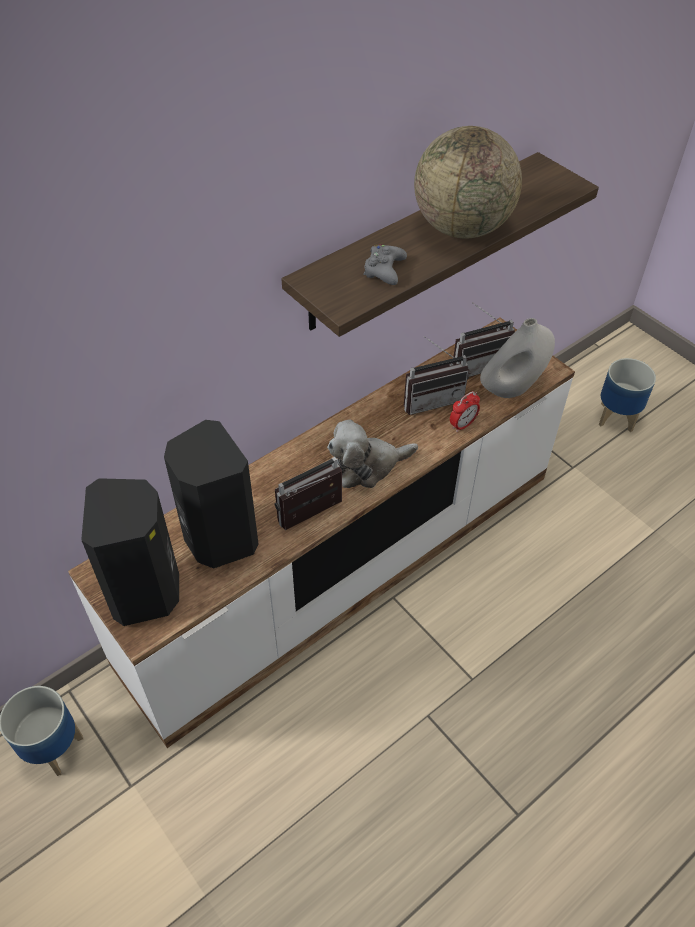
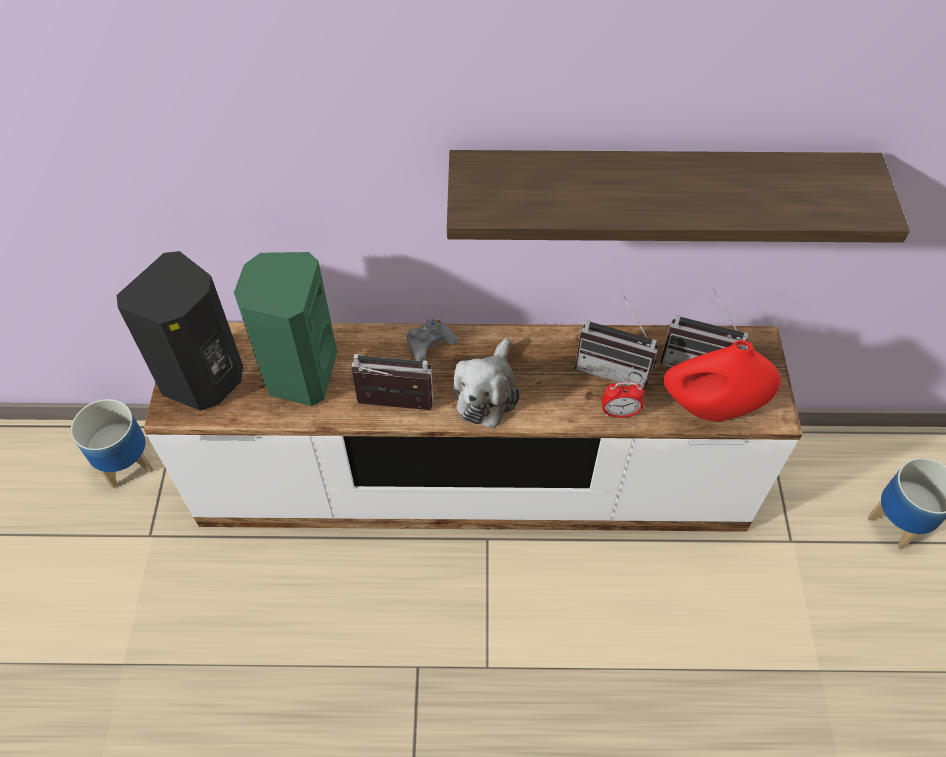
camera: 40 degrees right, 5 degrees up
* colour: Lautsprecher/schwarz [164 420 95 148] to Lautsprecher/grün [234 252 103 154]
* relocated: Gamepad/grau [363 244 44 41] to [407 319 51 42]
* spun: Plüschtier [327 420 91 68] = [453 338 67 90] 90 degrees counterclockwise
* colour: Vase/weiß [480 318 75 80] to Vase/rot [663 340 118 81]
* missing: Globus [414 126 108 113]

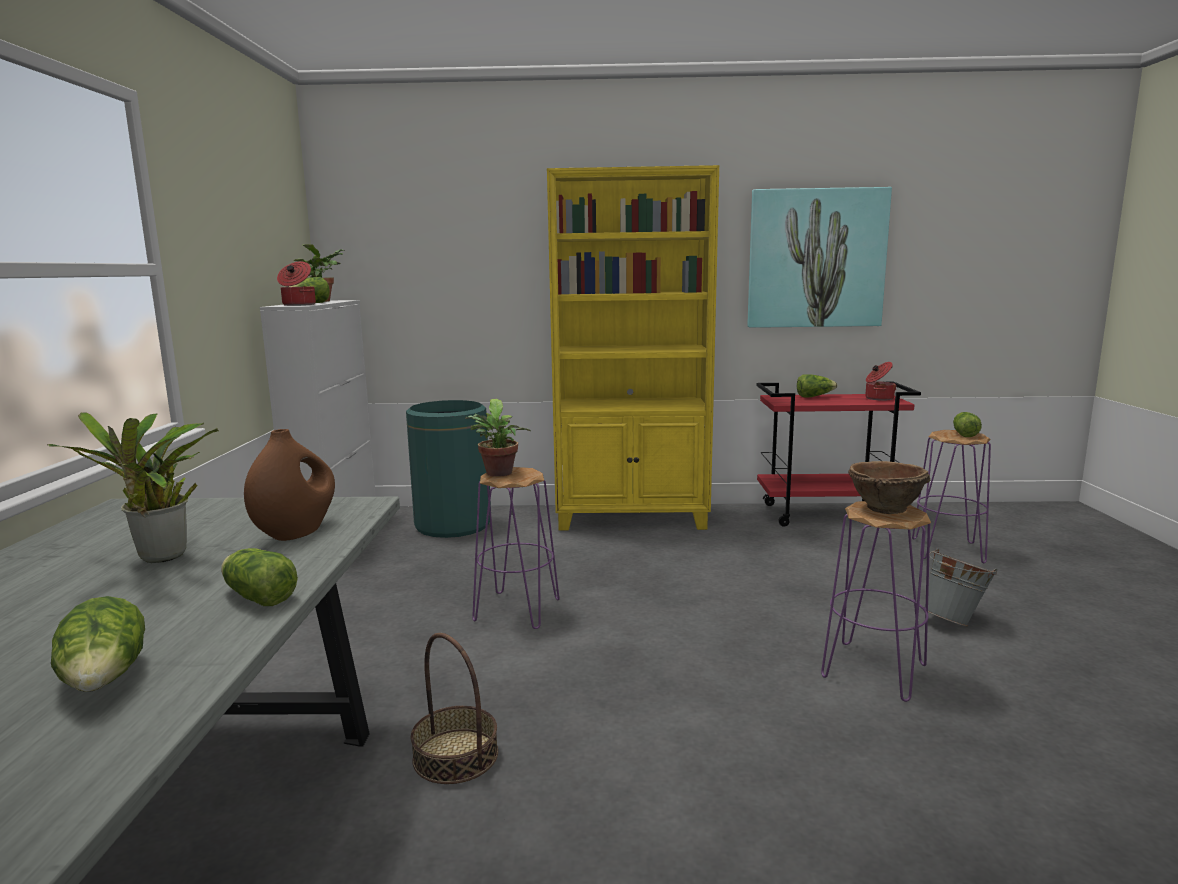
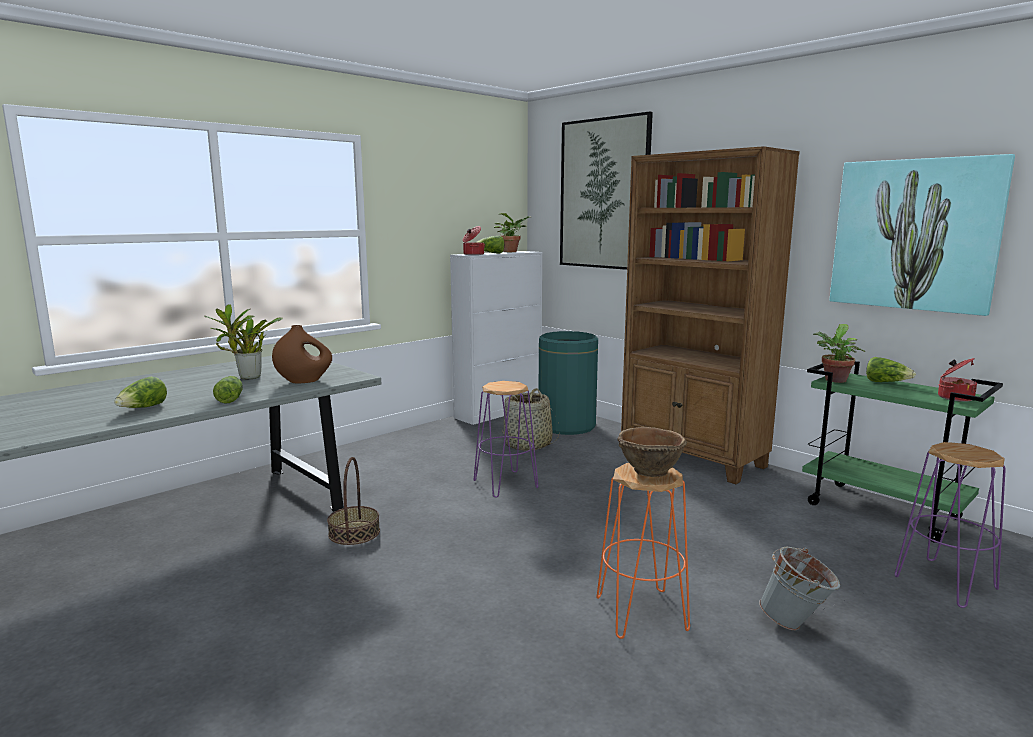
camera: 45 degrees right, 0 degrees up
* appeared: Korb [502 388 58 63]
* appeared: Bild [560 111 93 159]
* colour: Hocker/lila [821 501 110 201] to Hocker/orange [596 463 94 176]
* colour: Bücherregal/gelb [547 165 172 366] to Bücherregal/braun [621 146 179 338]
* colour: Rollwagen/rot [756 381 165 146] to Rollwagen/grün [802 361 201 182]
* relocated: Topfpflanze [465 399 66 78] to [813 324 52 59]
* missing: Salatkopf [953 412 29 25]

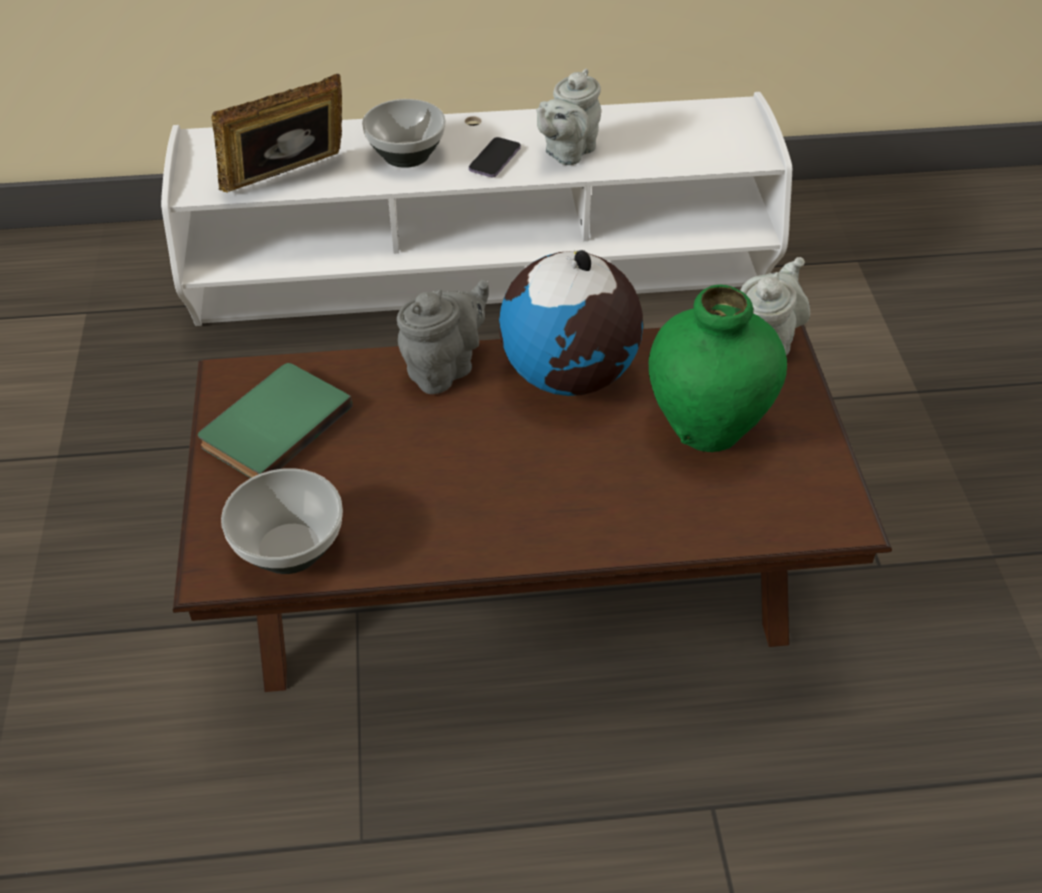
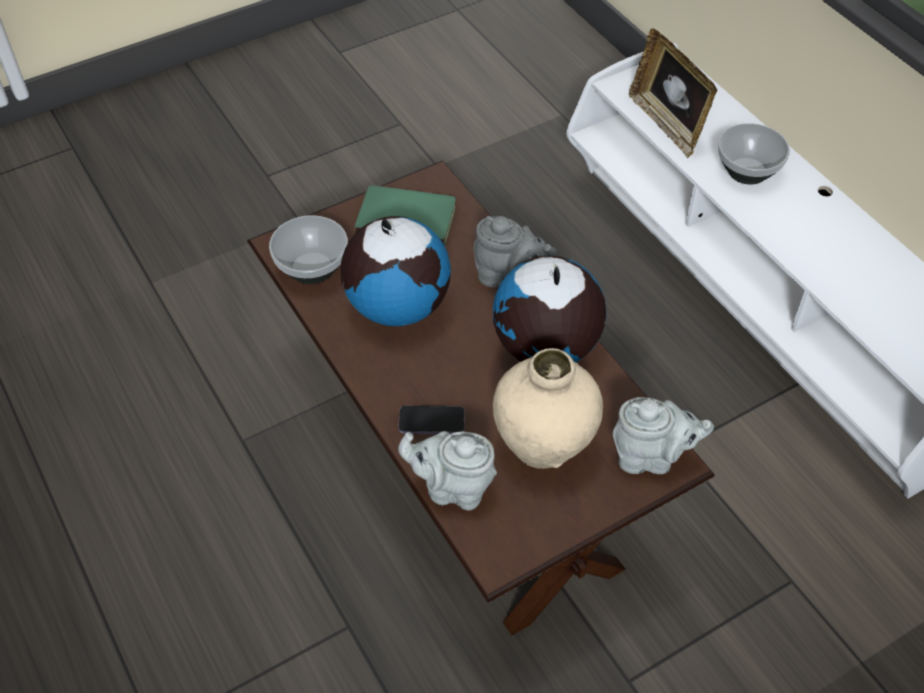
camera: 65 degrees right, 5 degrees up
* appeared: Globus [341 216 110 110]
* relocated: Handy [469 137 52 40] to [398 406 67 28]
* relocated: Teekanne/grau [536 69 65 96] to [398 431 99 79]
* colour: Vase/grün [649 285 138 167] to Vase/beige [493 348 110 121]
* spun: Bilderrahmen [212 74 130 118] = [629 28 88 130] 150 degrees counterclockwise

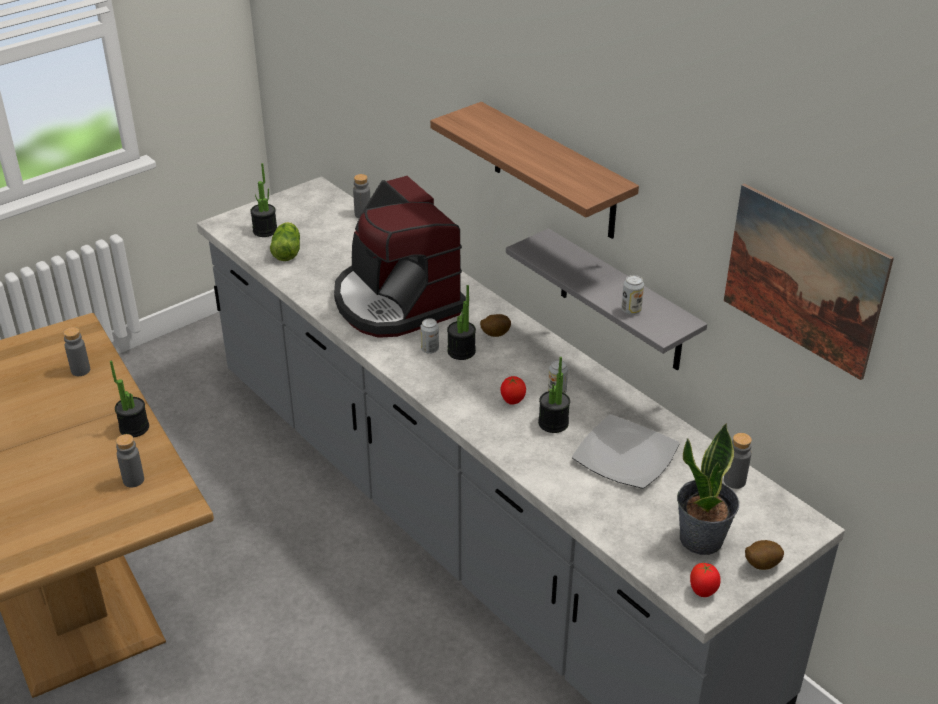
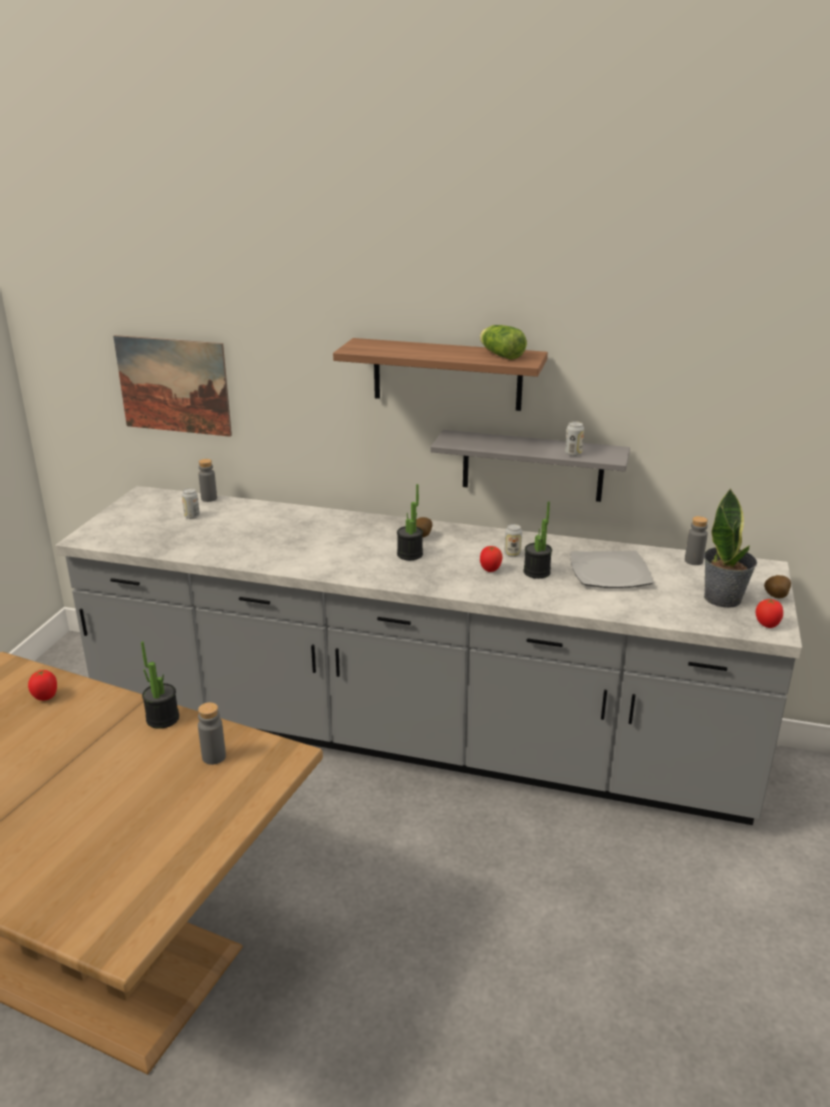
camera: 35 degrees left, 10 degrees down
* exchanged: Flasche/grau [63 327 27 49] to Tomate [28 670 29 31]
* relocated: Bild [724 184 170 196] to [113 335 119 102]
* relocated: Dose [420 318 19 36] to [182 488 18 31]
* relocated: Salatkopf [270 222 30 39] to [480 325 47 35]
* missing: Topfpflanze [250 163 27 74]
* missing: Kaffeemaschine [334 176 132 162]

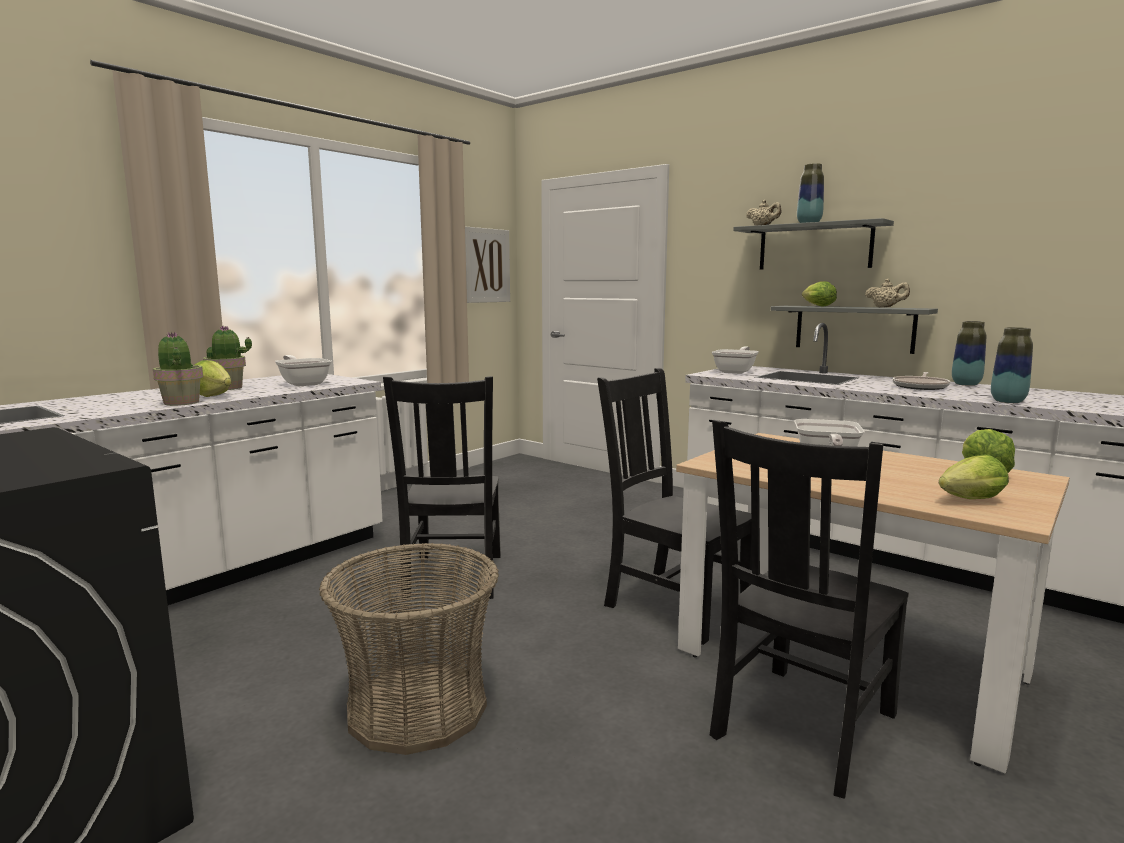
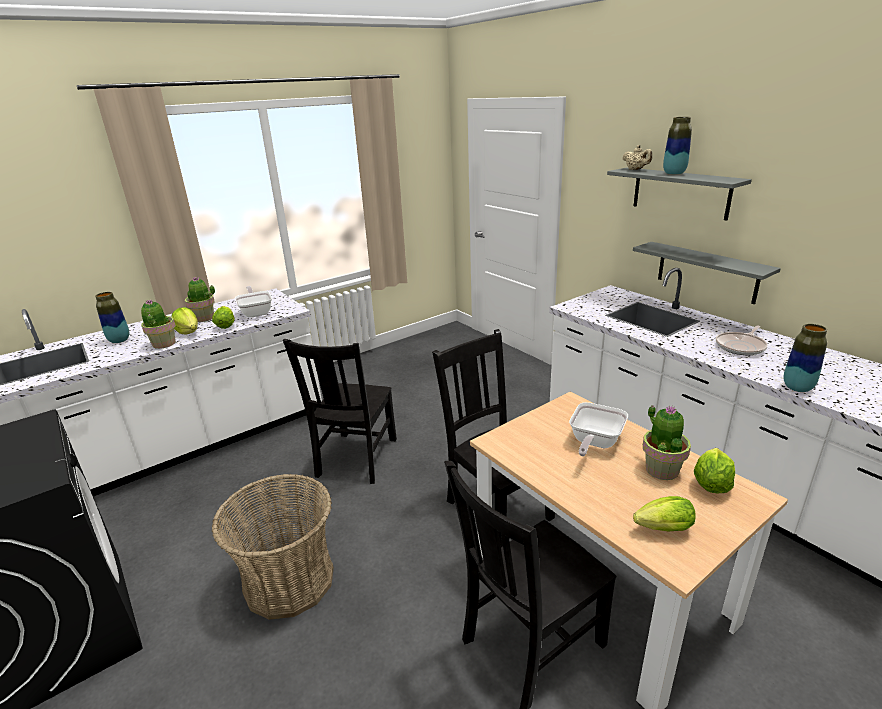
camera: 15 degrees right, 15 degrees up
* relocated: Vase [952 321 34 65] to [95 292 34 51]
* relocated: Salatkopf [802 281 35 26] to [212 306 23 23]
* appeared: Topfpflanze [643 405 48 75]
* missing: Bild [465 227 45 76]
* missing: Pfanne [712 346 47 28]
* missing: Teekanne/beige [865 279 45 28]

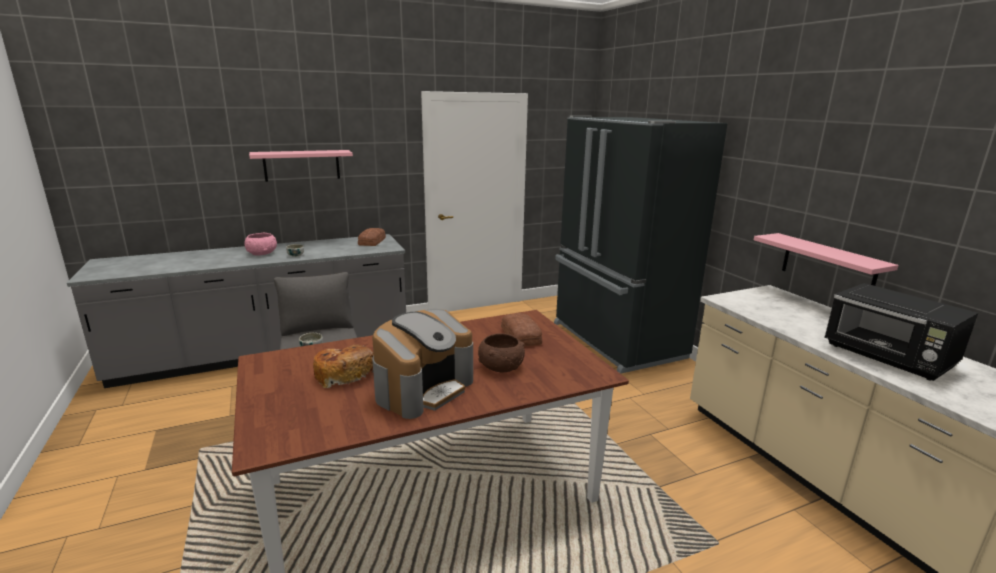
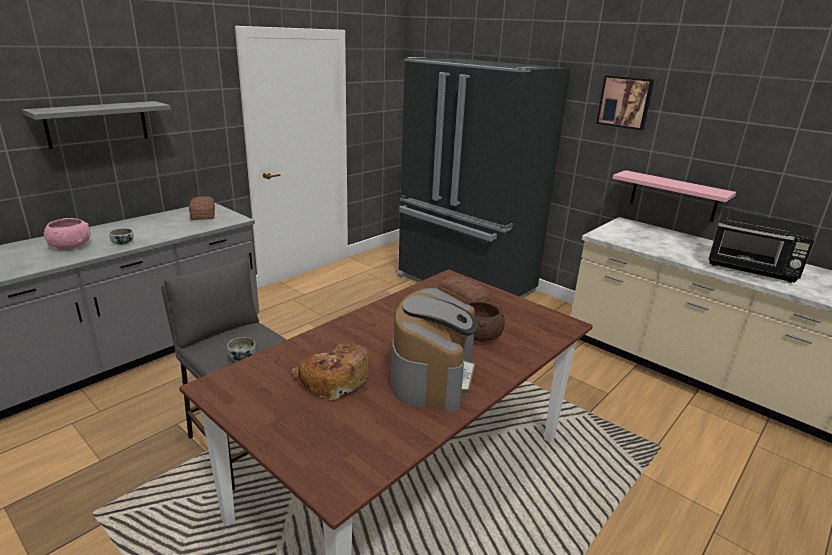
camera: 25 degrees left, 5 degrees up
* colour: Wandregal/rosa [249 150 104 32] to Wandregal/grau [22 101 149 48]
* appeared: Bild [596 75 58 55]

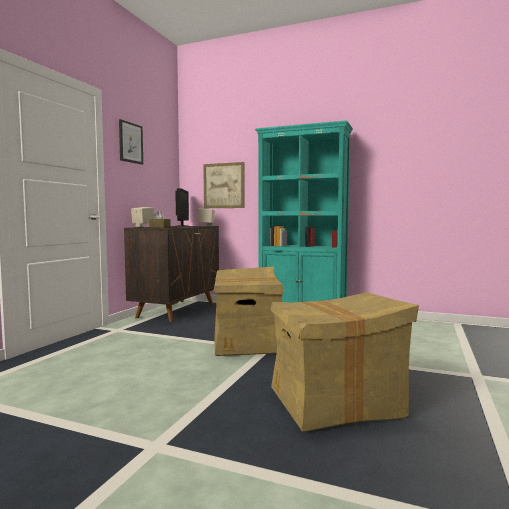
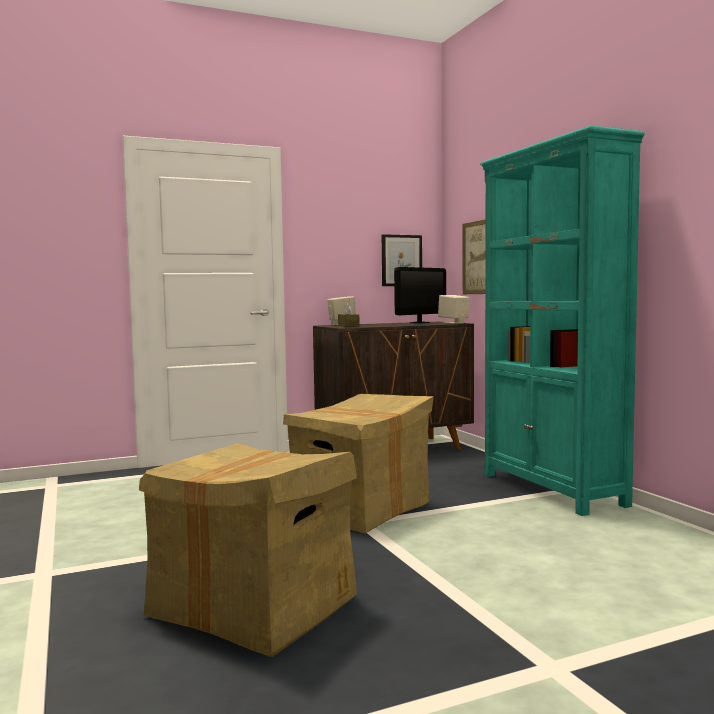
camera: 45 degrees right, 0 degrees up
* relocated: Bild [119 119 24 46] to [382 234 40 52]

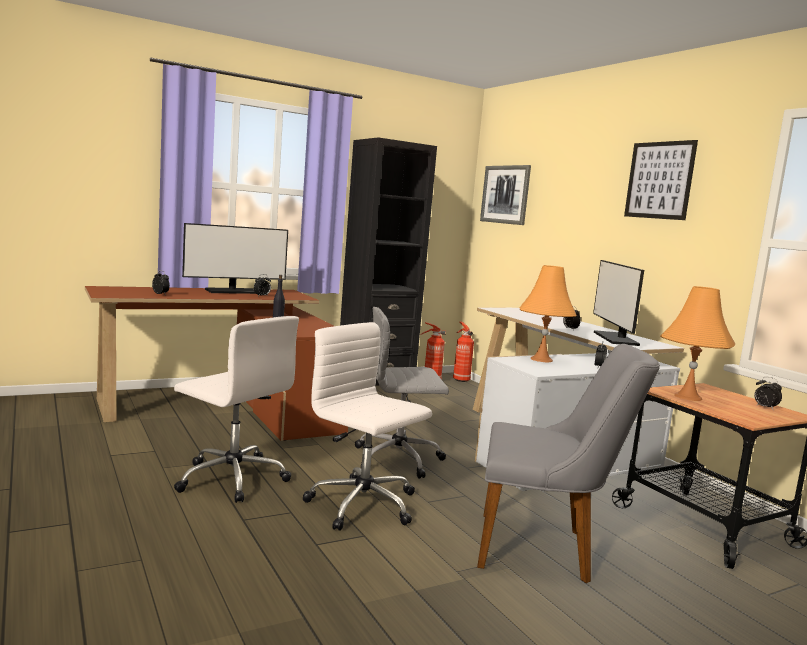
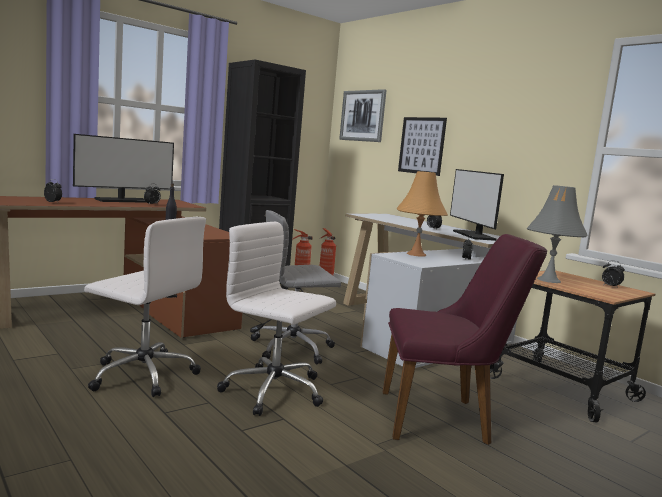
camera: 10 degrees left, 0 degrees up
* colour: Stuhl/grau [477 344 183 239] to Stuhl/lila [383 234 164 211]
* relocated: Bild [624 140 74 80] to [398 117 49 59]
* colour: Tischlampe/orange [660 286 75 115] to Tischlampe/grau [527 185 61 98]

